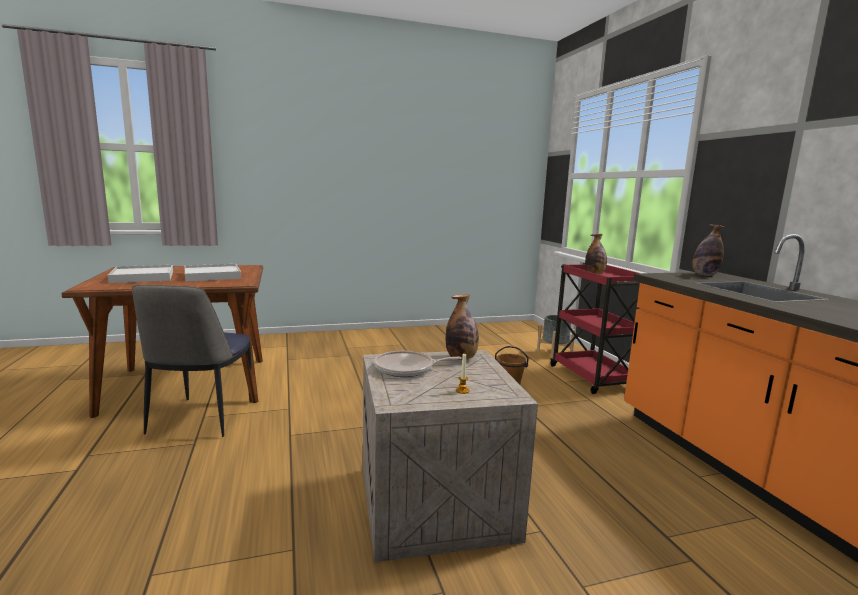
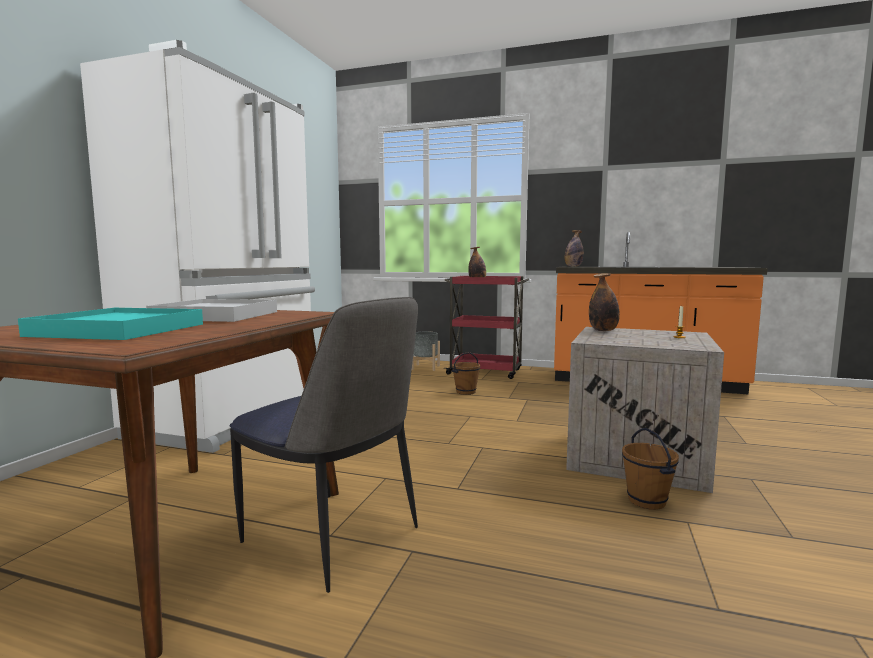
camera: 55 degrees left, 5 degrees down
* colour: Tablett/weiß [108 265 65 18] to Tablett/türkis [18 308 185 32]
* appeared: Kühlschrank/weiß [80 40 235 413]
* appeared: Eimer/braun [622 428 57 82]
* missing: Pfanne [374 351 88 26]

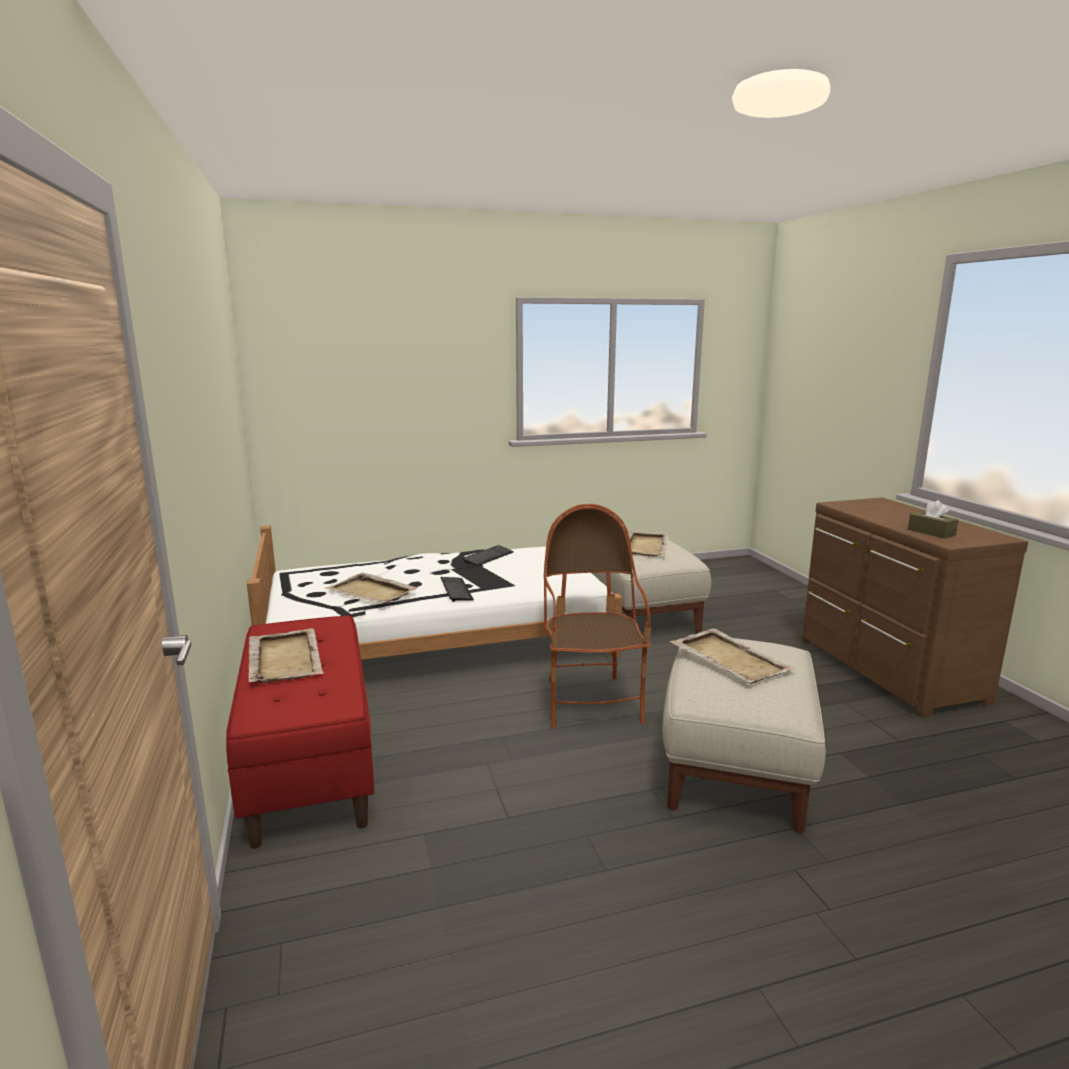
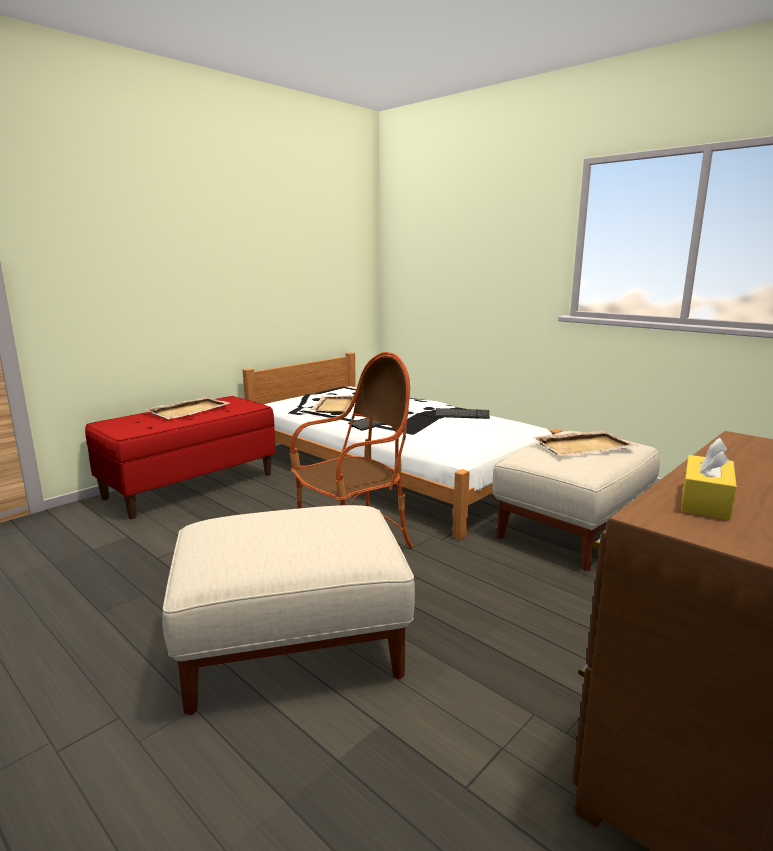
camera: 60 degrees right, 0 degrees up
* colour: Taschentuchbox/braun [908 500 51 39] to Taschentuchbox/gelb [681 438 56 82]
* missing: Tablett/beige [670 628 126 56]

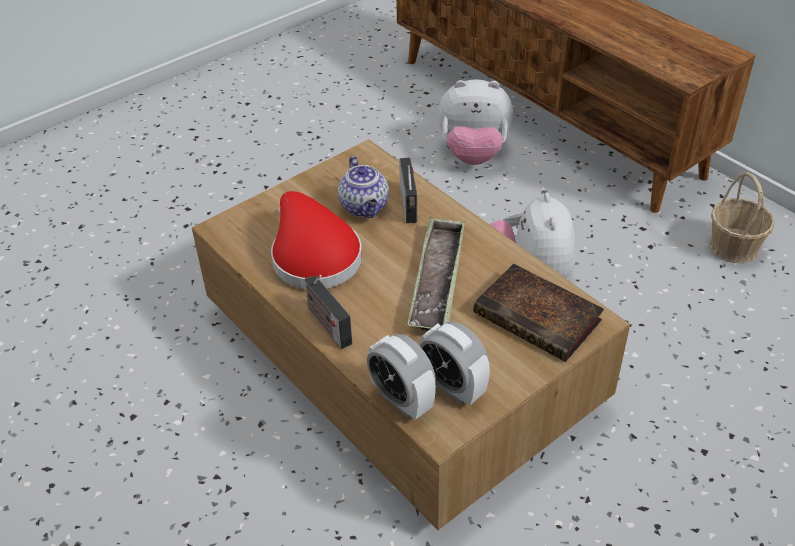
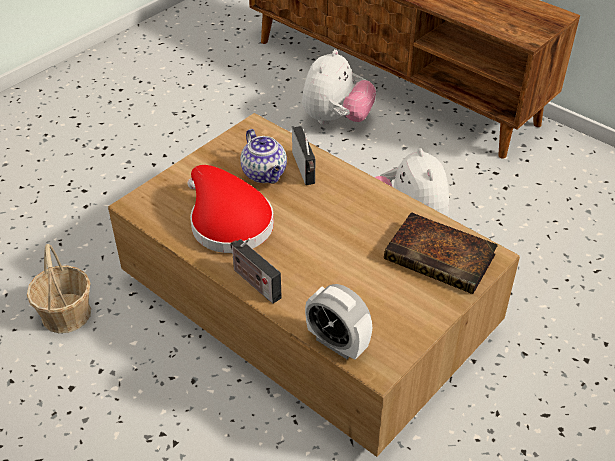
camera: 10 degrees left, 0 degrees up
* relocated: Korb [709 172 66 91] to [27 244 64 89]
* spun: Plüschtier [438 79 75 86] = [302 49 74 76] 60 degrees counterclockwise
* missing: Tablett [407 217 58 114]
* missing: Wecker [419 321 71 84]

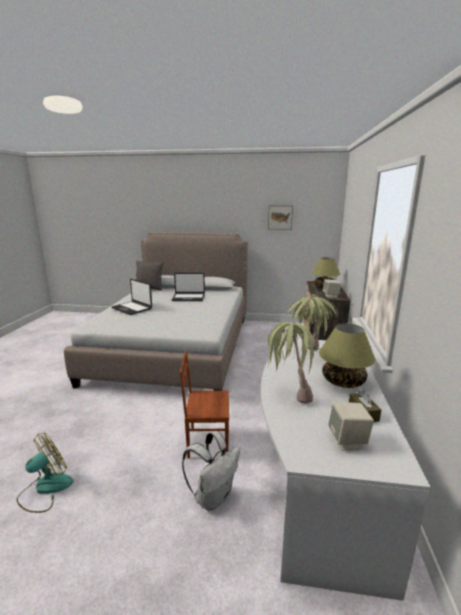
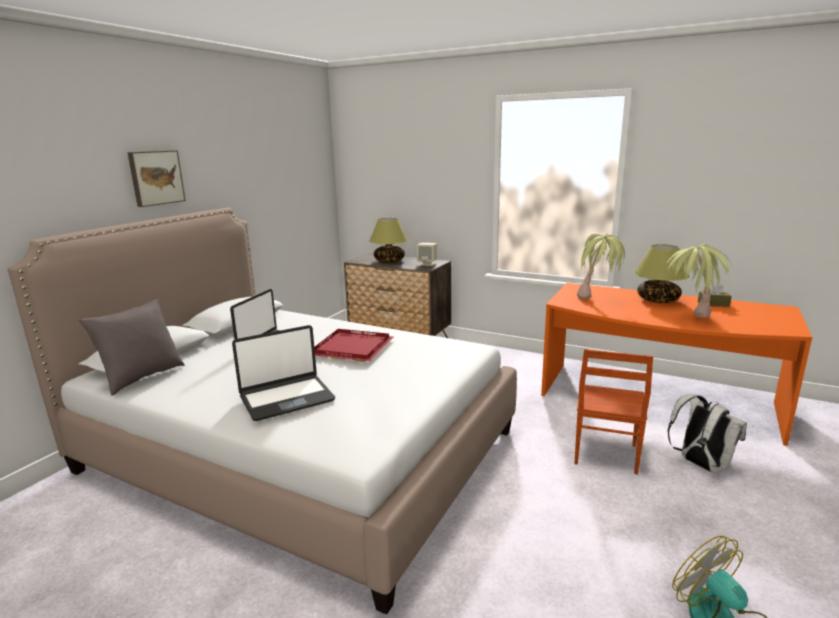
camera: 70 degrees left, 0 degrees up
* relocated: Bild [268 206 25 24] to [127 150 59 57]
* appeared: Tablett/rot [314 329 79 33]
* colour: Schreibtisch/weiß [261 339 170 262] to Schreibtisch/orange [541 283 271 163]
* missing: Lautsprecher/beige [328 401 46 50]

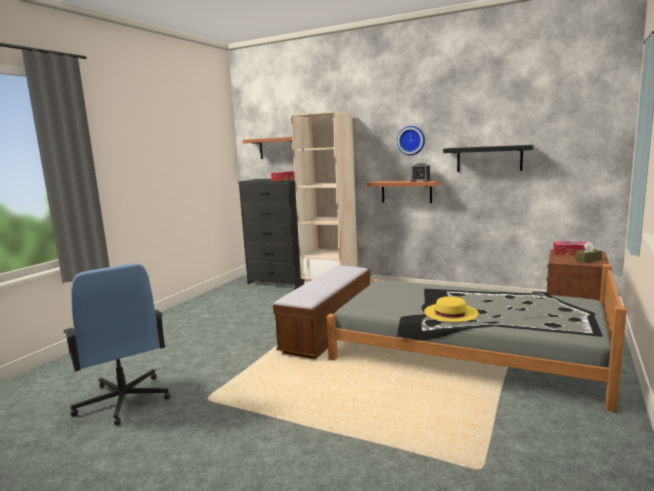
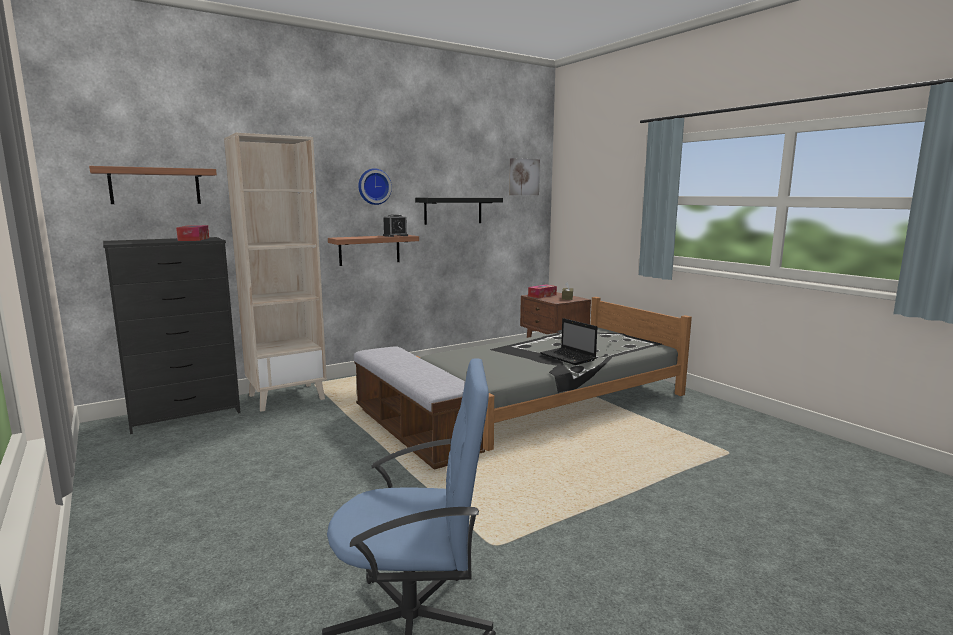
camera: 60 degrees left, 0 degrees up
* appeared: Bild [509 158 31 37]
* exchanged: Hut/gelb [424 296 55 26] to Laptop [540 318 57 47]

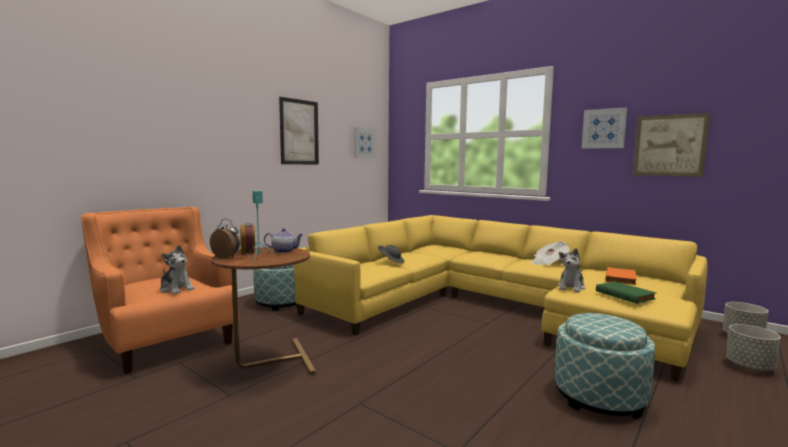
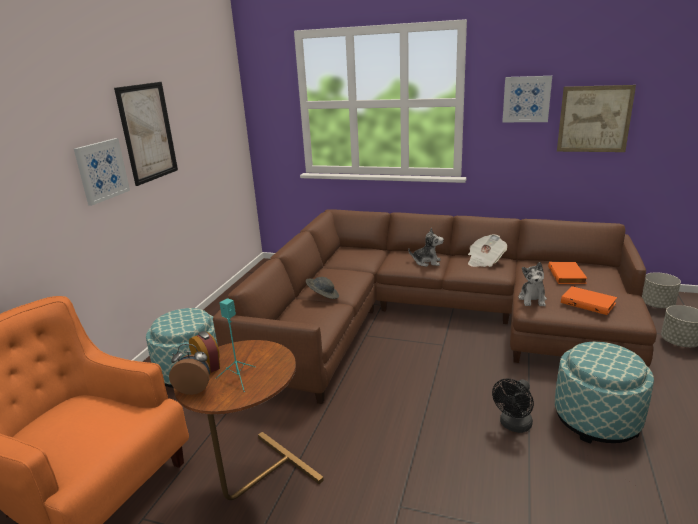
camera: 20 degrees left, 15 degrees up
* relocated: Bild [354 127 22 31] to [74 138 56 68]
* colour: Sofa/gelb [294 215 413 167] to Sofa/braun [213 209 444 195]
* relocated: Plüschtier [160 245 35 49] to [408 228 36 39]
* appeared: Ventilator/schwarz [492 378 42 55]
* colour: Buch/grün [596 281 60 23] to Buch/orange [561 286 56 29]
* missing: Teekanne [264 228 39 25]

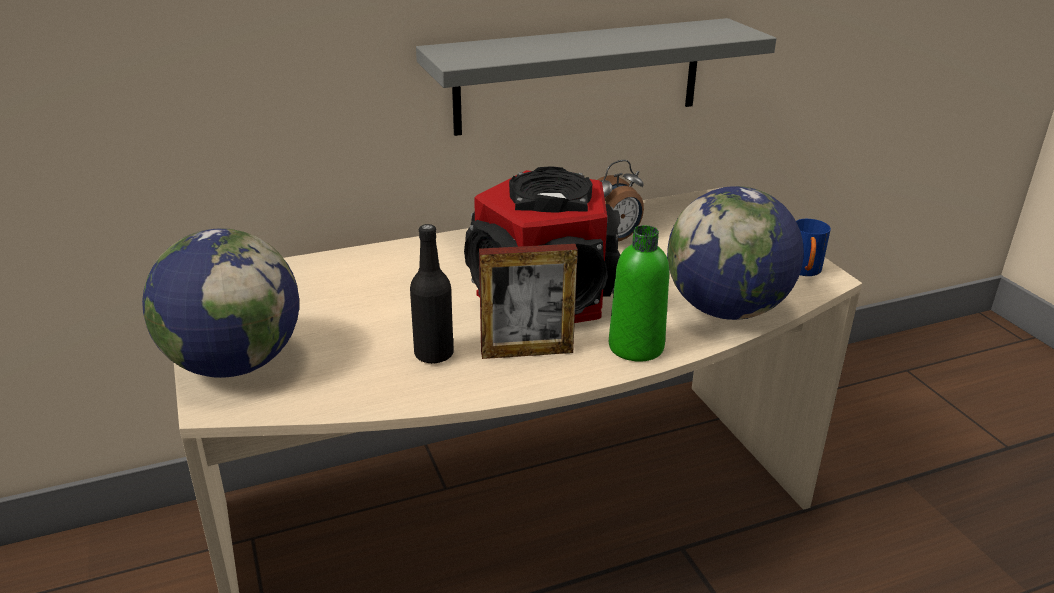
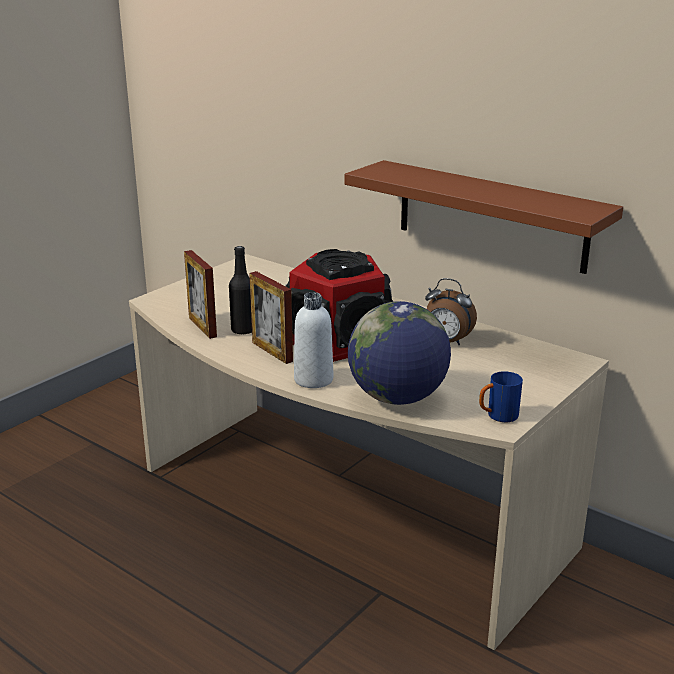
camera: 60 degrees right, 5 degrees down
* appeared: Bilderrahmen [184 250 33 89]
* colour: Flasche/grün [609 225 60 137] to Flasche/weiß [294 292 39 96]
* colour: Wandregal/grau [416 18 360 118] to Wandregal/braun [345 160 278 114]
* missing: Globus [142 228 157 150]

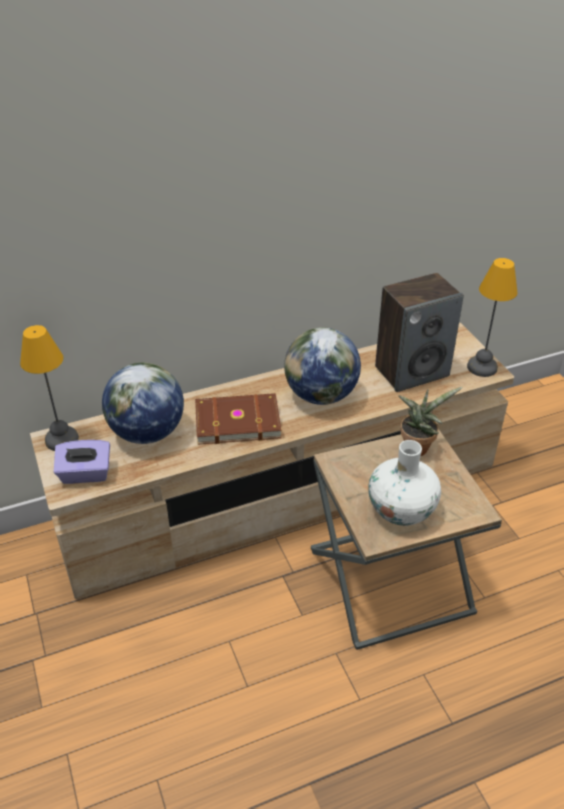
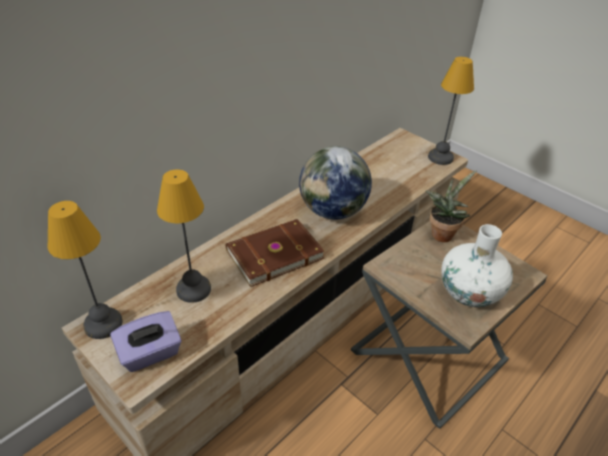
camera: 25 degrees left, 0 degrees up
* exchanged: Globus [102 362 82 82] to Tischlampe [157 169 54 134]
* missing: Lautsprecher [375 273 89 119]

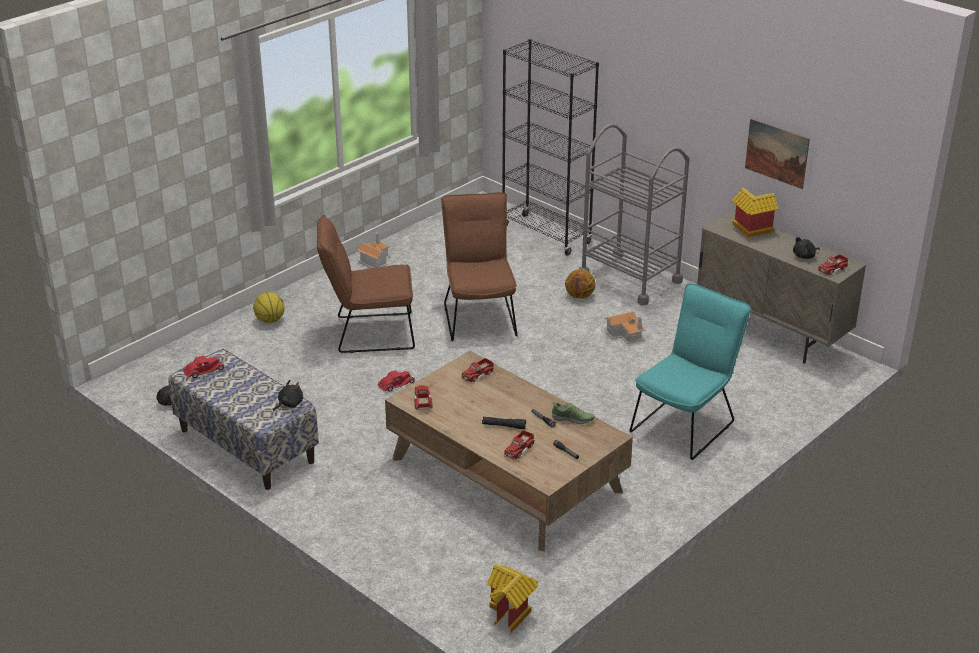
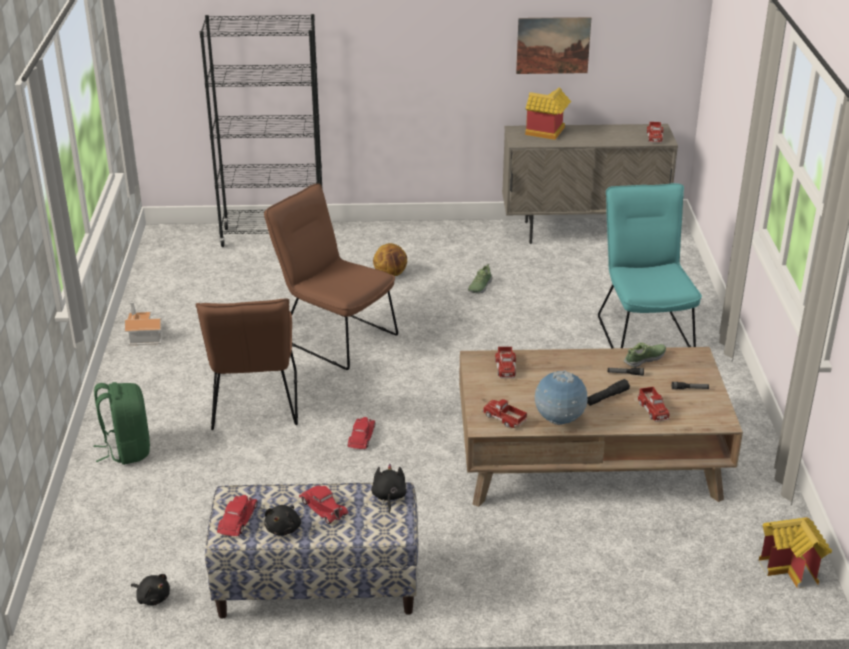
camera: 45 degrees left, 0 degrees up
* exchanged: Basketball [253 292 31 31] to Rucksack/grün [93 382 57 83]
* spun: Stuhl/braun [317 215 98 138] = [196 298 102 132] 45 degrees counterclockwise
* relocated: Plüschtier/schwarz [793 237 27 22] to [265 505 36 30]
* appeared: Spielzeugauto/rot [299 486 50 38]
* exchanged: Spielzeughaus [604 311 41 33] to Schuh [468 264 24 30]
* appeared: Globus [535 370 53 55]
* missing: Rollwagen/grau [579 124 110 182]

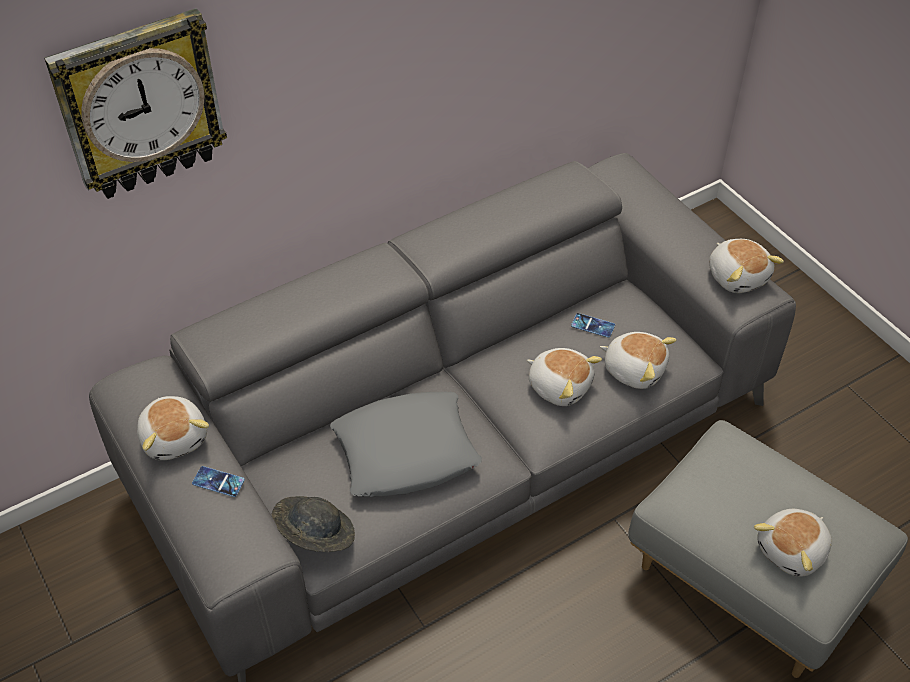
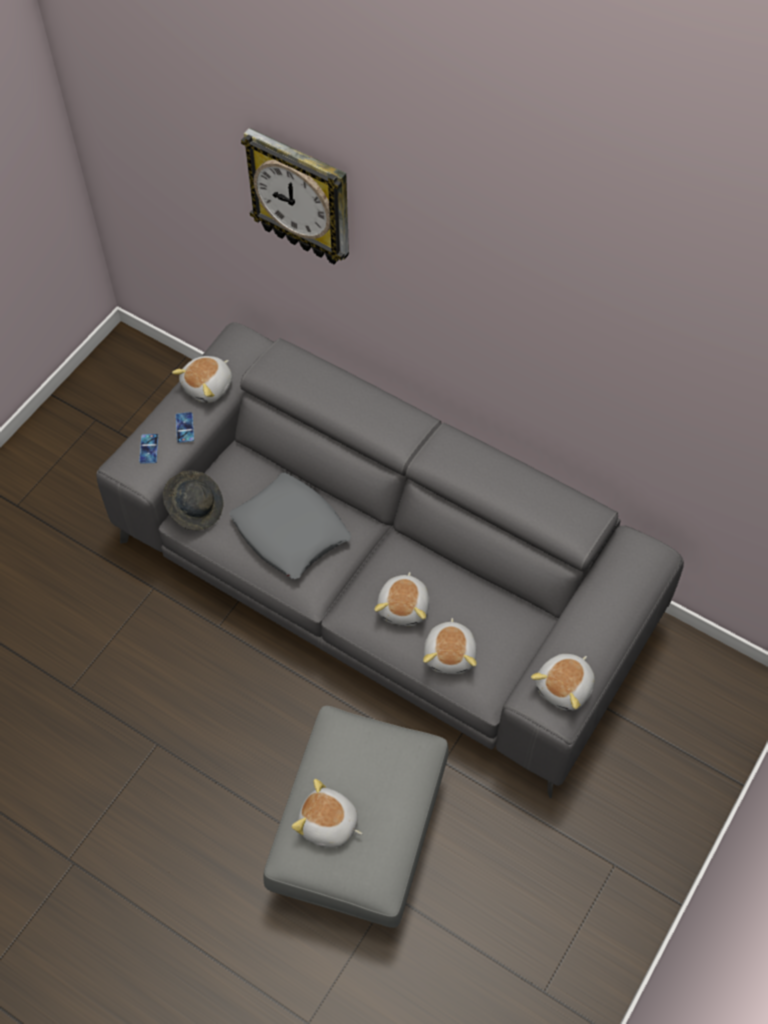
camera: 65 degrees right, 10 degrees up
* relocated: Handy [571 313 44 25] to [139 434 19 30]

